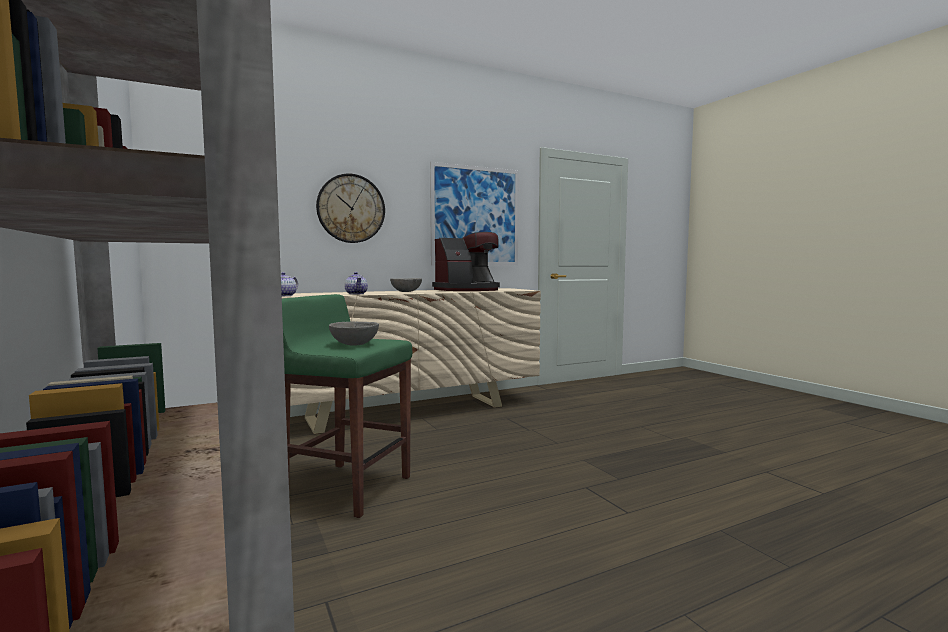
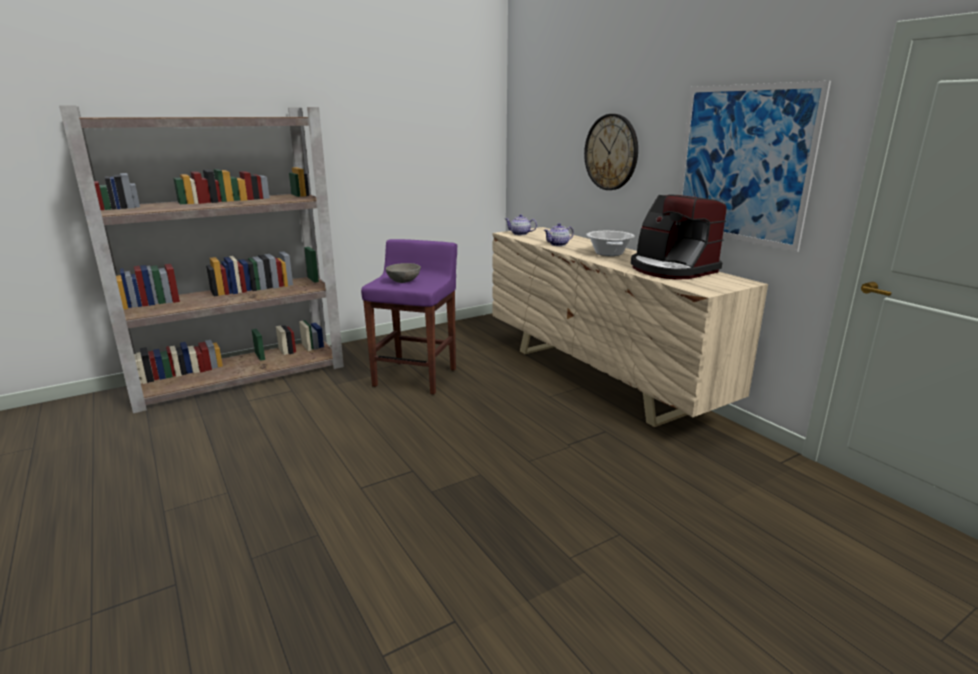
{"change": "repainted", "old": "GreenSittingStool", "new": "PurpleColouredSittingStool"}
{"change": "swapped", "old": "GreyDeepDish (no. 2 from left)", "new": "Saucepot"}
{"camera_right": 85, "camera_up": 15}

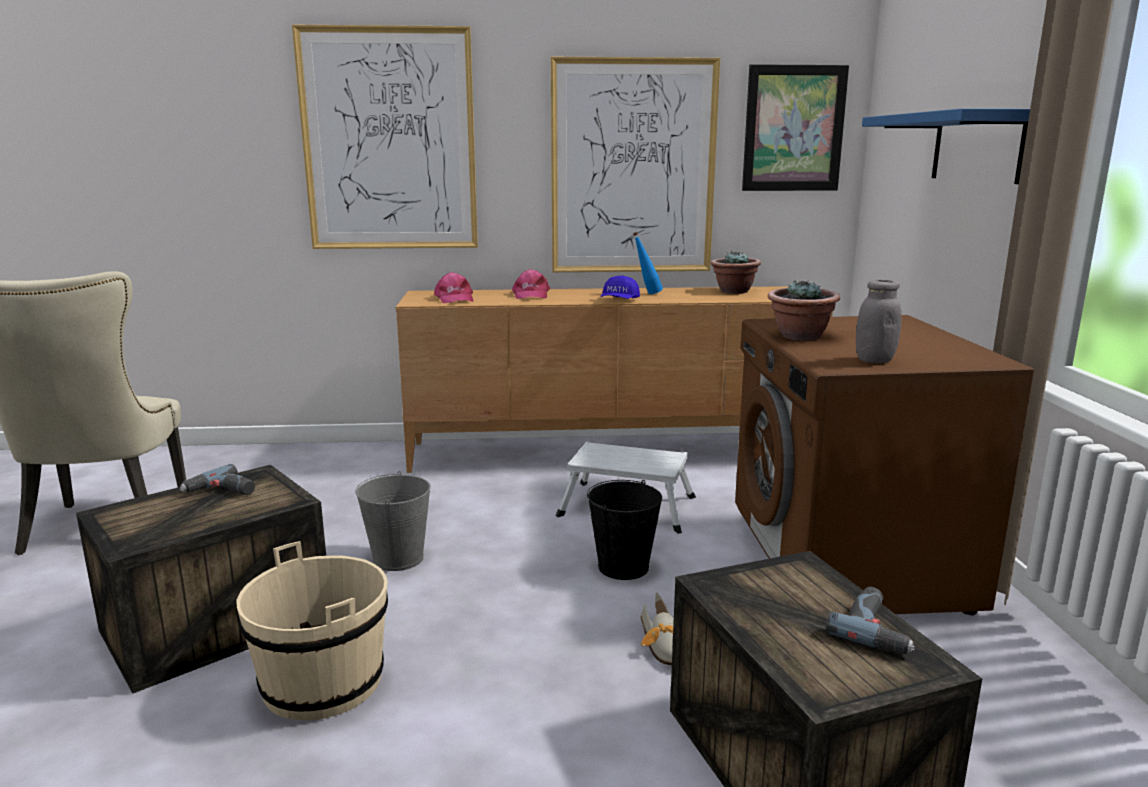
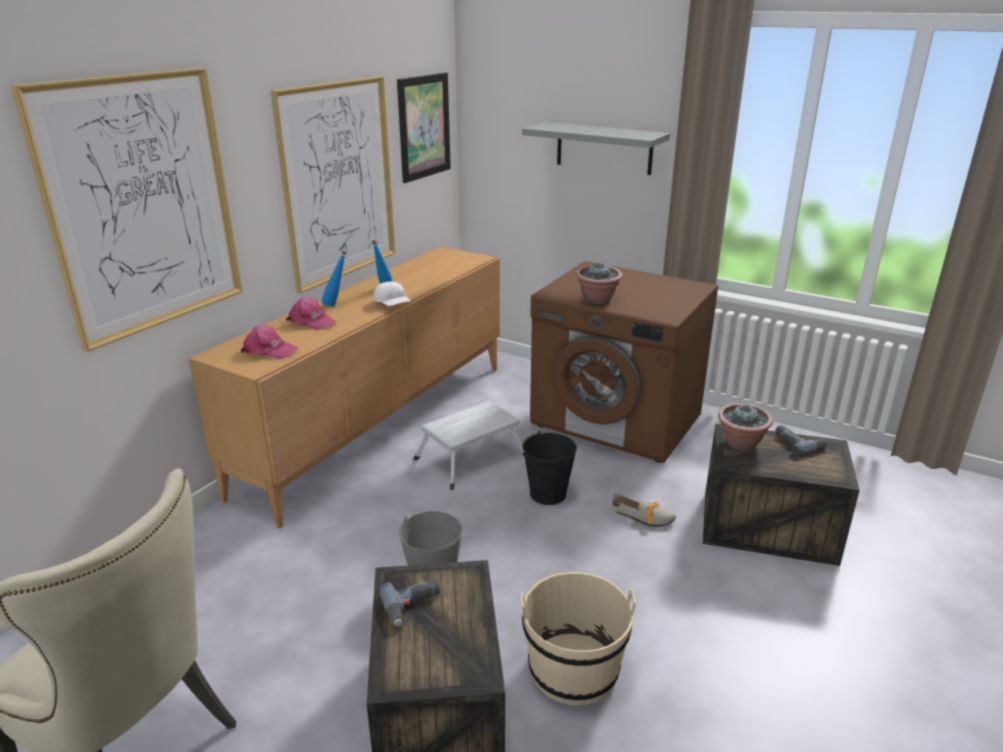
{"change": "new", "new": "BlueColouredBottle (no. 1 from left)"}
{"change": "repainted", "old": "BlueColouredPeakedCap", "new": "WhitePeakedCap"}
{"change": "repainted", "old": "BlueColouredBracketShelf", "new": "GreyBracketShelf"}
{"change": "shifted", "old": "PlantInAPot (no. 1 from left in the first image)", "new": "PlantInAPot (no. 2 from left)"}
{"change": "gone", "old": "GreyPreserveJar"}
{"camera_right": -55, "camera_up": 10}

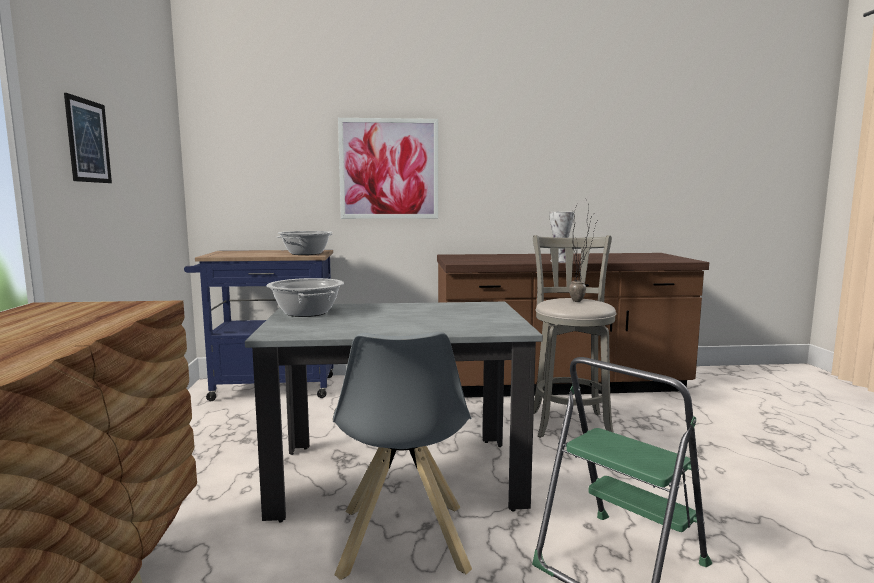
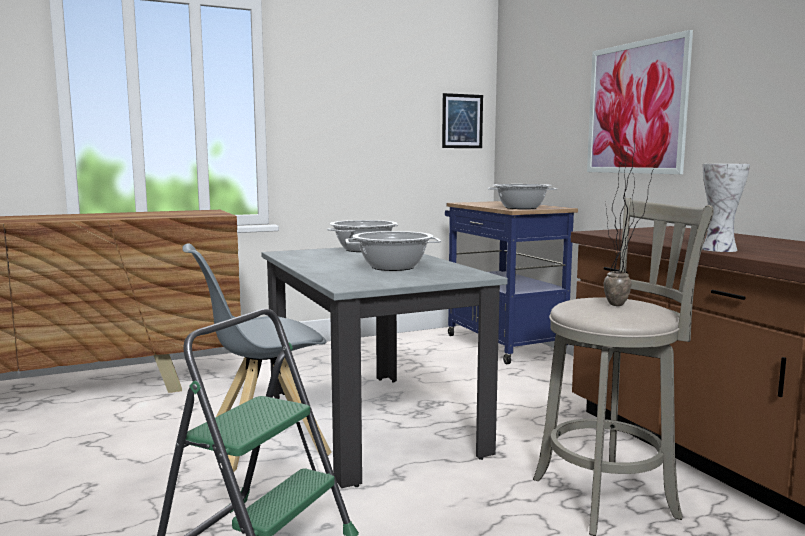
{"change": "new", "new": "Saucepot (no. 2 from left)"}
{"change": "shifted", "old": "WallArt (no. 1 from left)"}
{"camera_right": 70, "camera_up": 0}

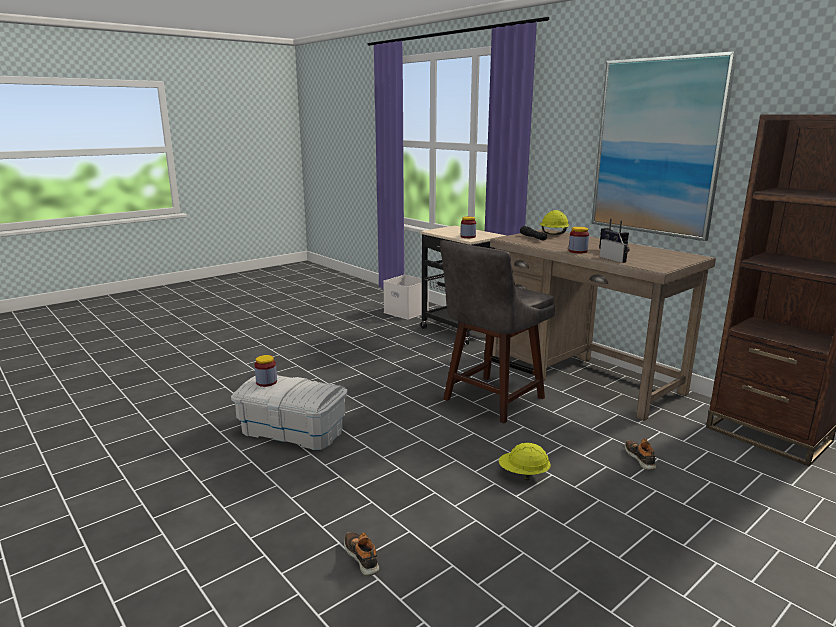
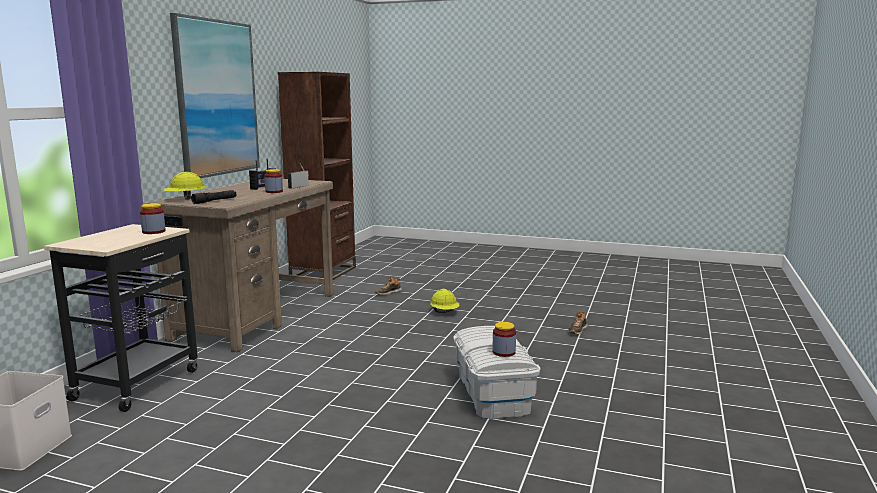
{"change": "gone", "old": "GreySittingStool"}
{"camera_right": -120, "camera_up": -5}

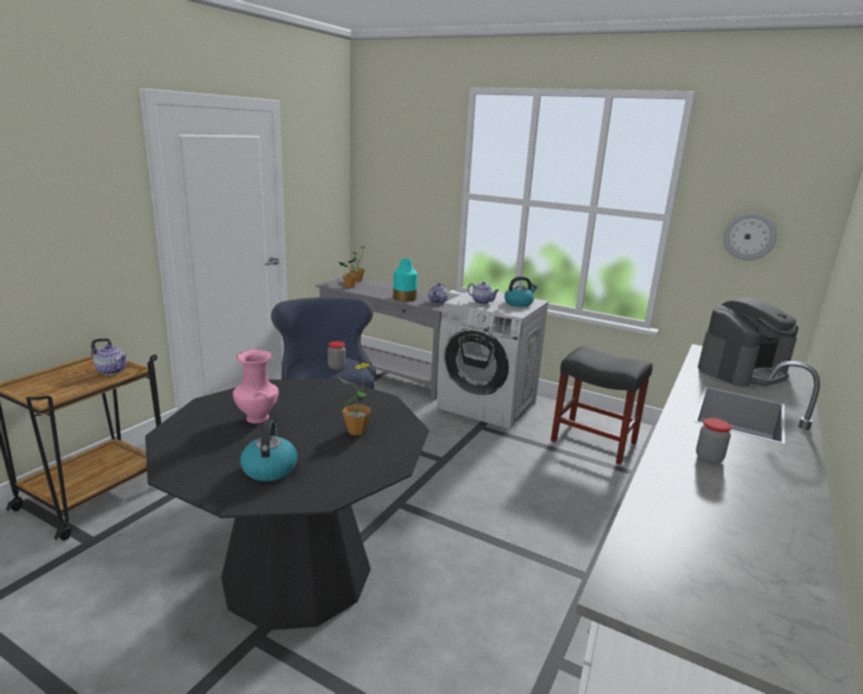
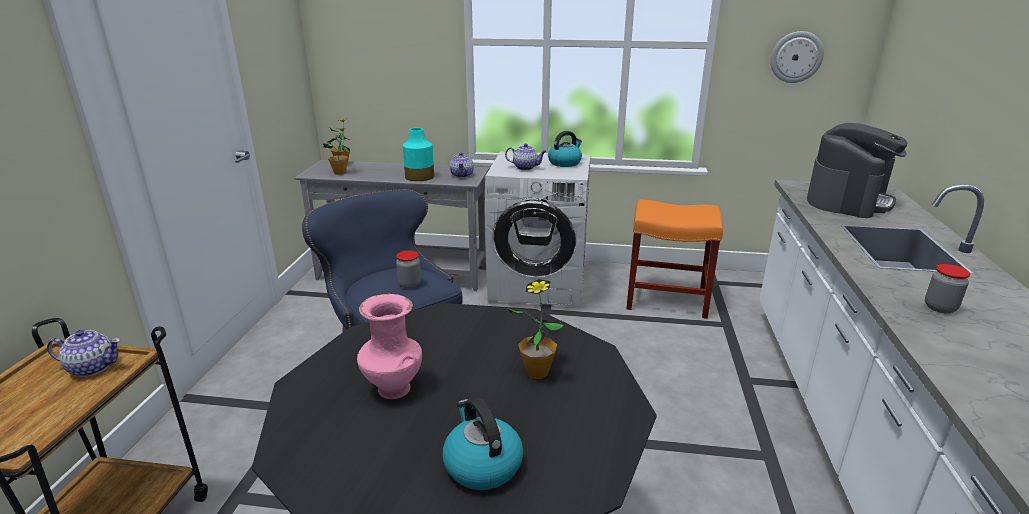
{"change": "repainted", "old": "BlackColouredSittingStool", "new": "OrangeySittingStool"}
{"camera_right": -20, "camera_up": 5}

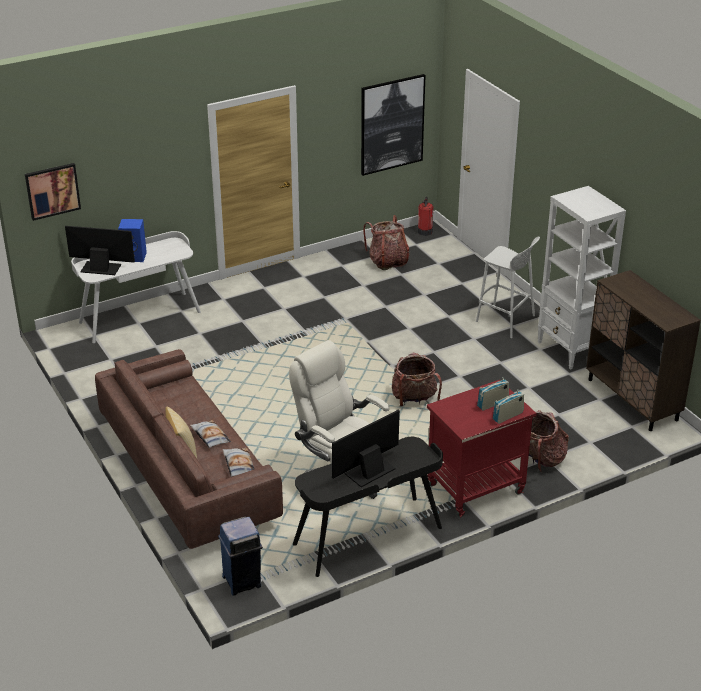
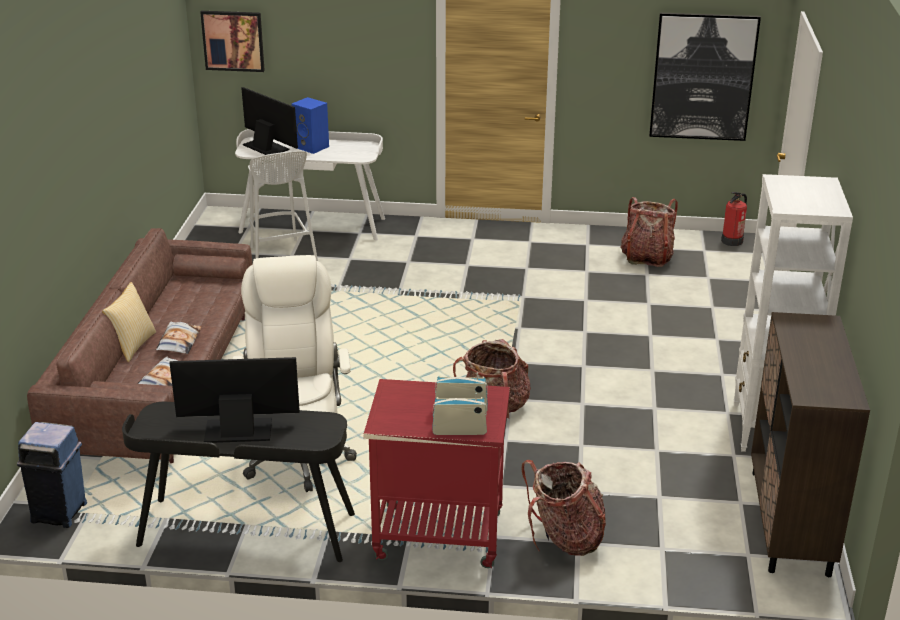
{"change": "shifted", "old": "WhiteSittingStool"}
{"camera_right": 35, "camera_up": -5}

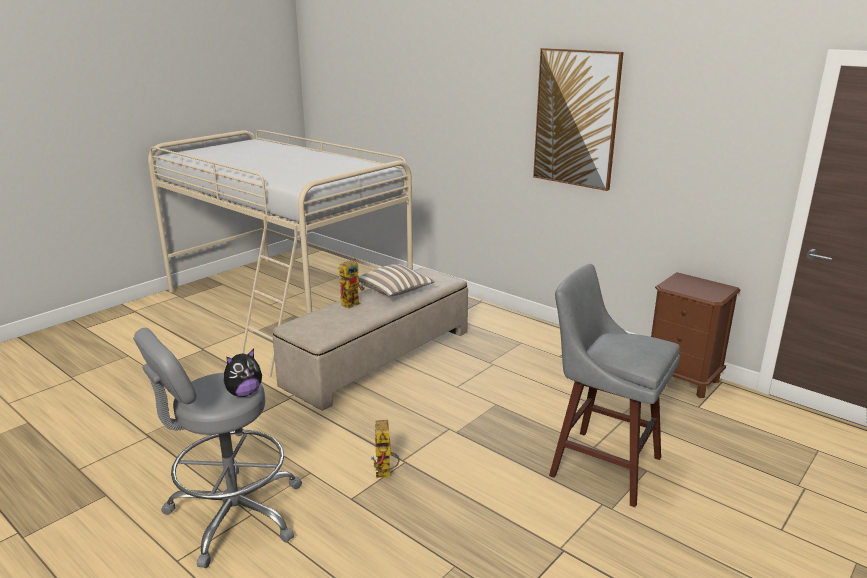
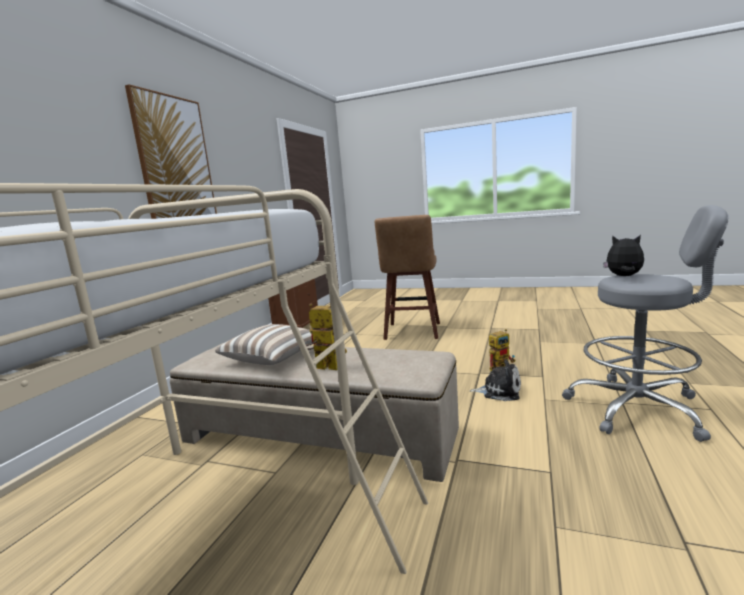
{"change": "repainted", "old": "GreySittingStool (no. 2 from left)", "new": "BrownSittingStool"}
{"change": "new", "new": "PlushToy (no. 1 from left)"}
{"camera_right": -110, "camera_up": -10}

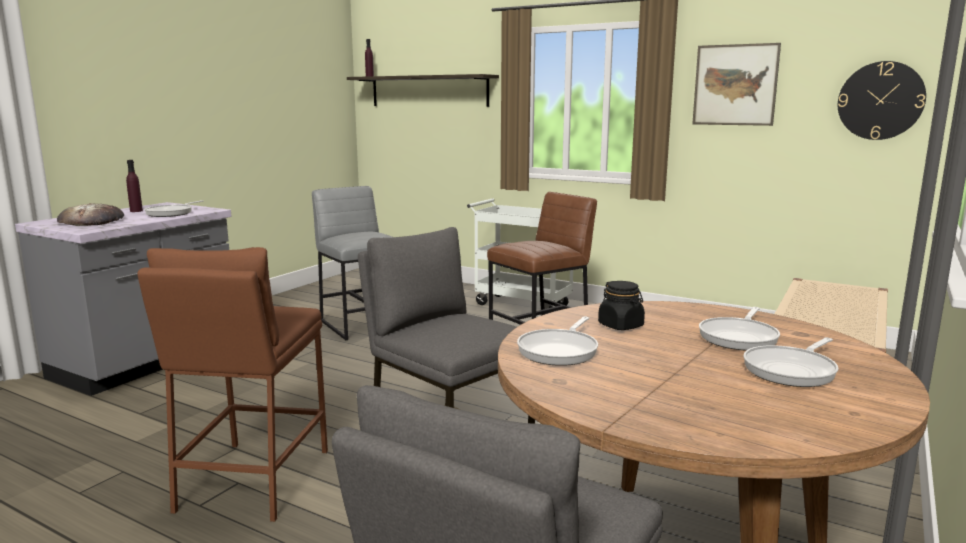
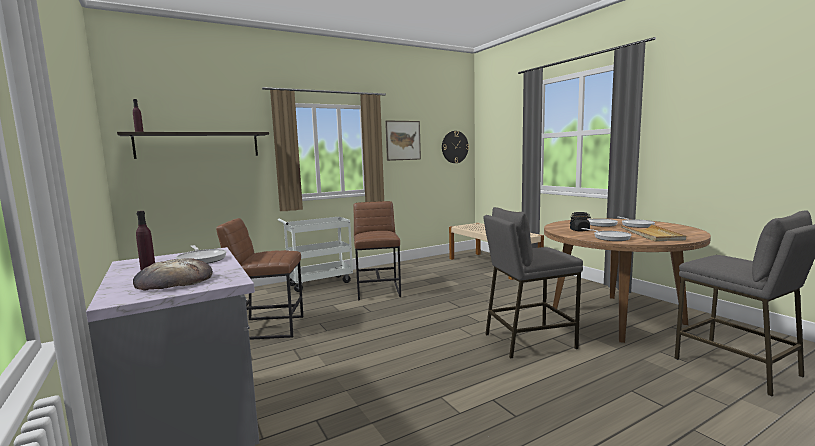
{"change": "repainted", "old": "GreyUprightChair", "new": "BrownUprightChair (no. 1 from left)"}
{"change": "new", "new": "BeigeColouredServingTray"}
{"change": "gone", "old": "BrownSittingStool"}
{"camera_right": -60, "camera_up": -5}

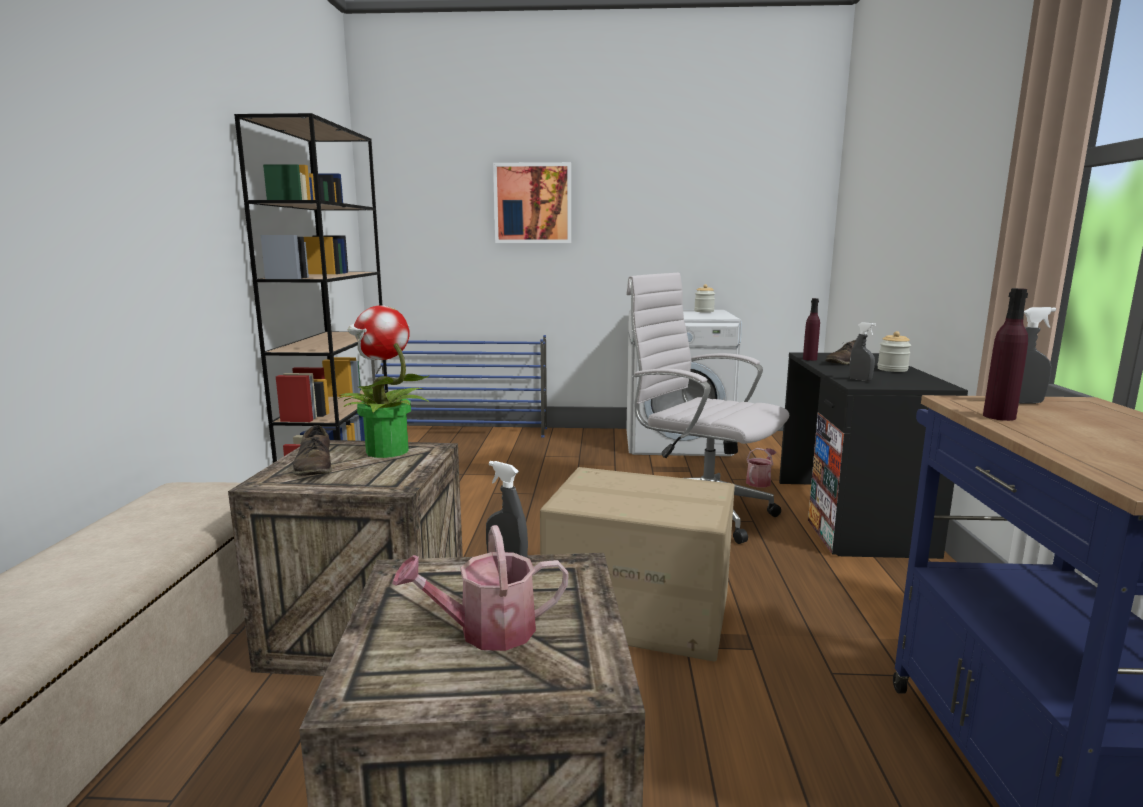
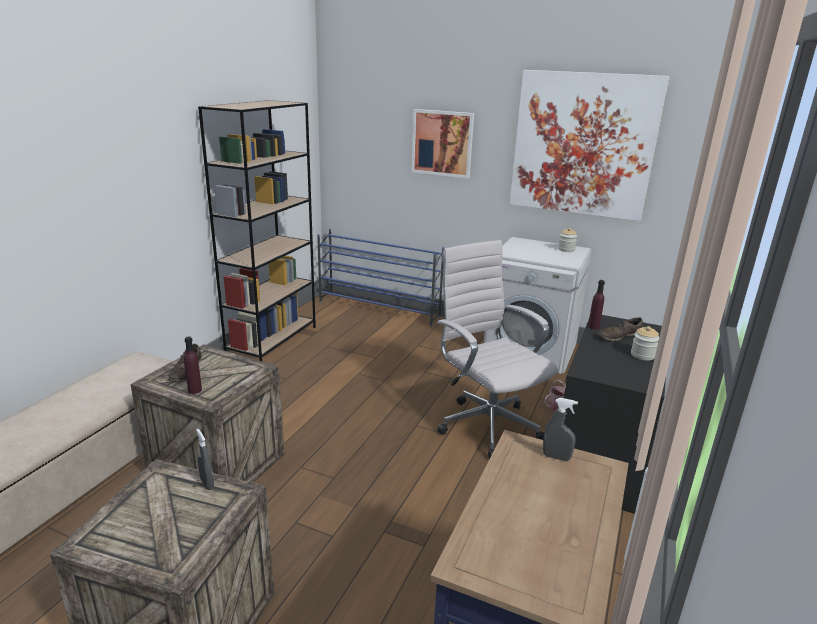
{"change": "shifted", "old": "PurpleColouredBottle (no. 2 from left in the first image)", "new": "PurpleColouredBottle (no. 1 from left)"}
{"change": "new", "new": "WallArt (no. 2 from left)"}
{"change": "gone", "old": "PlantInAPot"}
{"change": "gone", "old": "WateringCan (no. 1 from left)"}
{"change": "gone", "old": "PackingBox"}
{"change": "gone", "old": "GreyHandSprayer (no. 2 from left)"}
{"camera_right": 20, "camera_up": 10}

